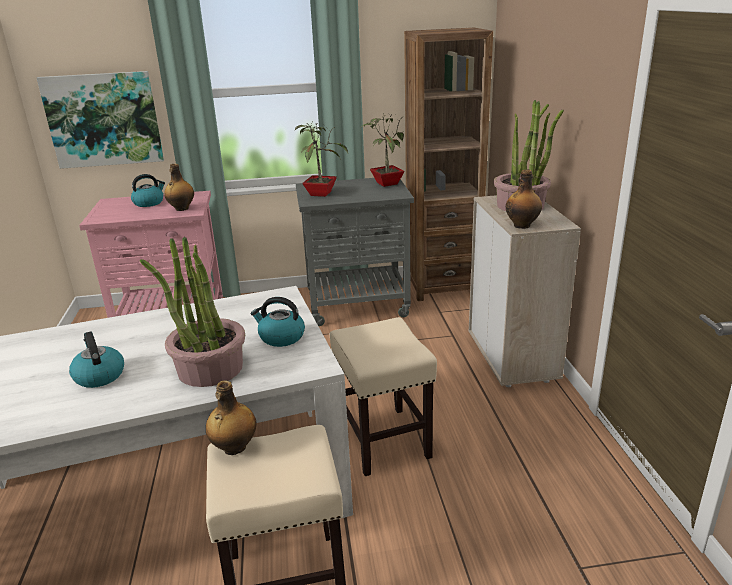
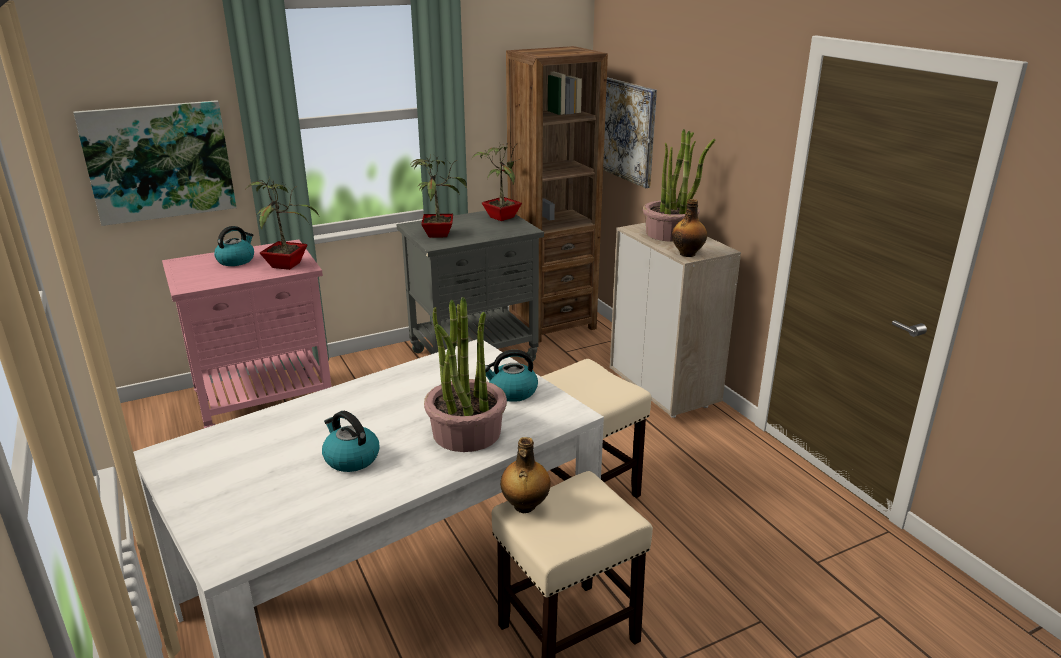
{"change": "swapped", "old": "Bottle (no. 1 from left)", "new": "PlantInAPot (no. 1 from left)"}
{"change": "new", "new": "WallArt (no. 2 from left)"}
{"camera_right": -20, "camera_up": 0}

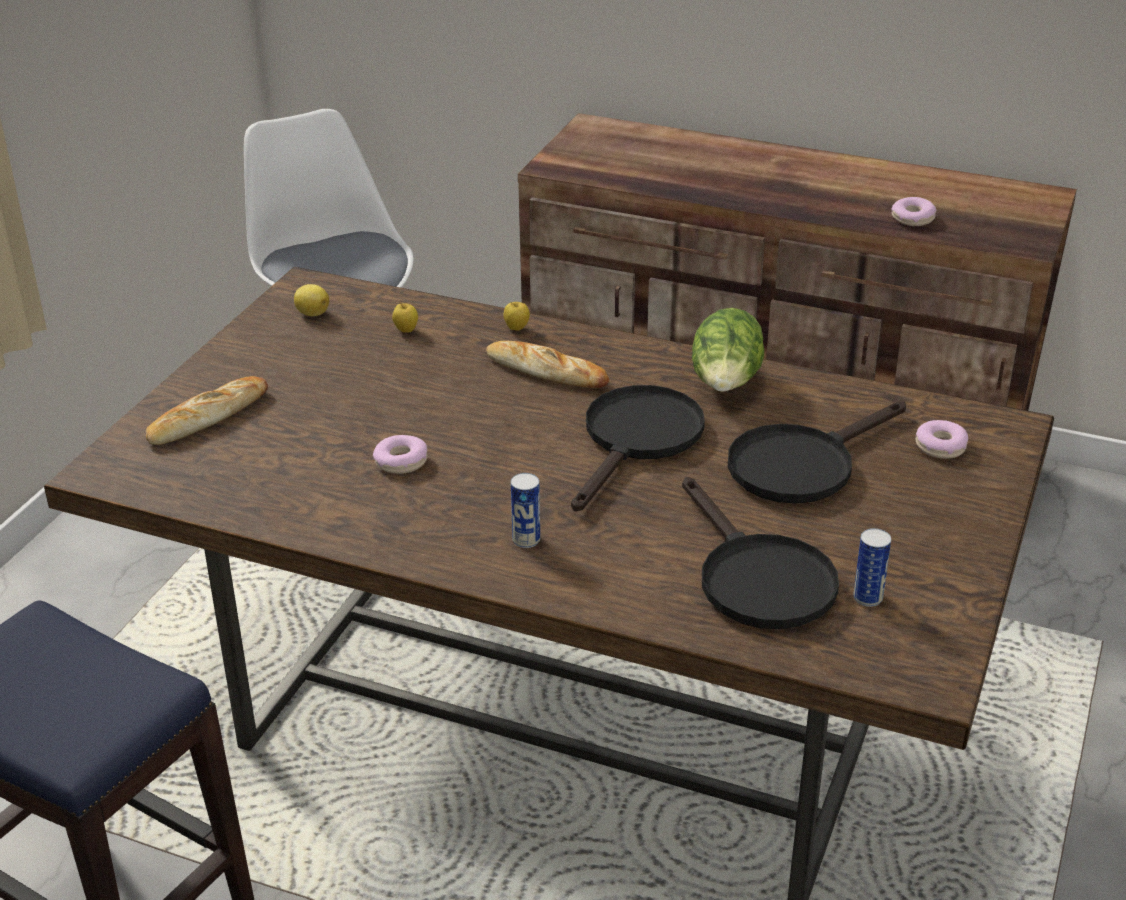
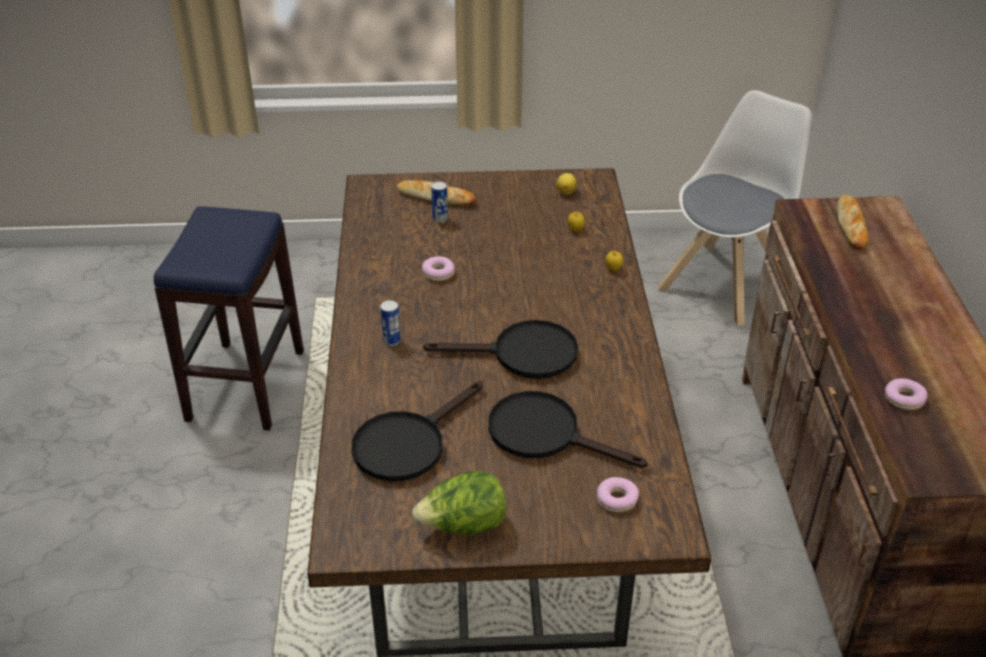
{"change": "shifted", "old": "LettuceHead"}
{"change": "shifted", "old": "SealedCan (no. 2 from left)"}
{"change": "shifted", "old": "BakeryBread (no. 2 from left)"}
{"camera_right": 65, "camera_up": 5}

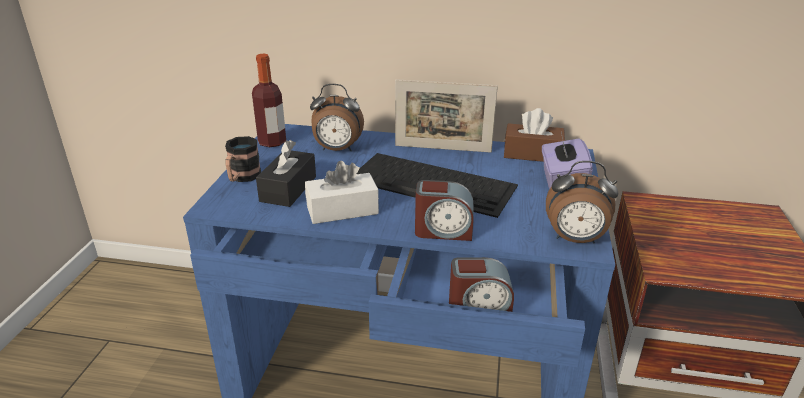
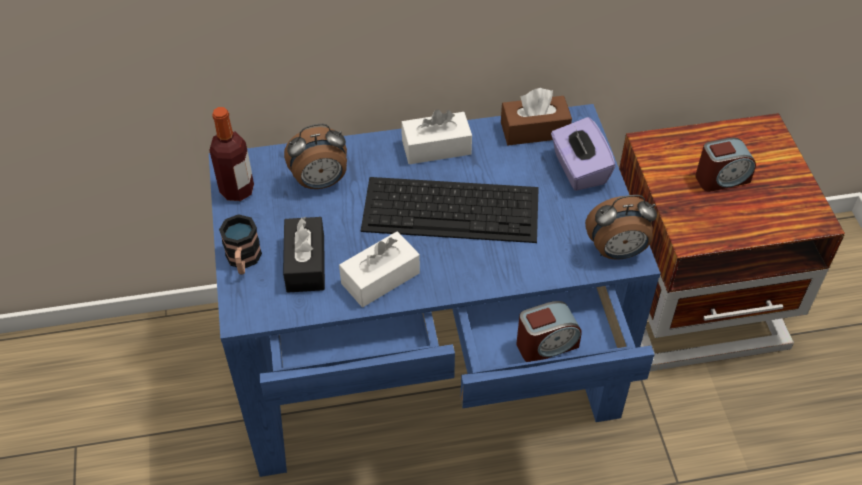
{"change": "swapped", "old": "PhotoFrame", "new": "WhiteBoxOfTissues (no. 2 from left)"}
{"change": "shifted", "old": "BedsideClock (no. 2 from left in the first image)", "new": "BedsideClock (no. 4 from left)"}
{"camera_right": -20, "camera_up": 20}

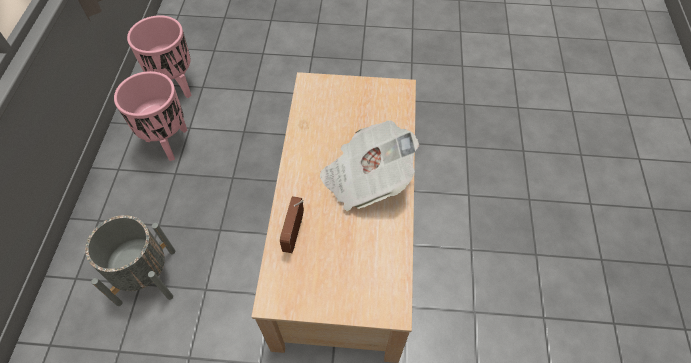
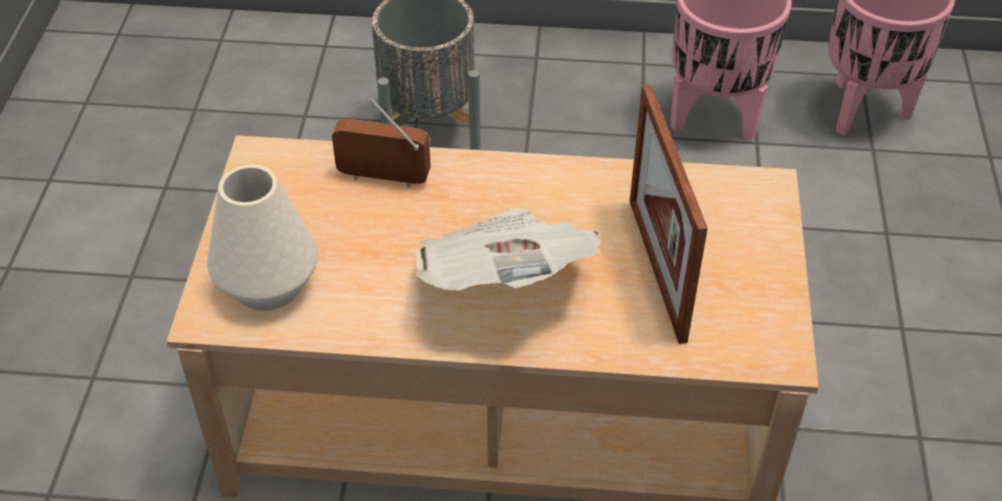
{"change": "new", "new": "WhiteVase"}
{"change": "new", "new": "PhotoFrame"}
{"camera_right": 90, "camera_up": -10}

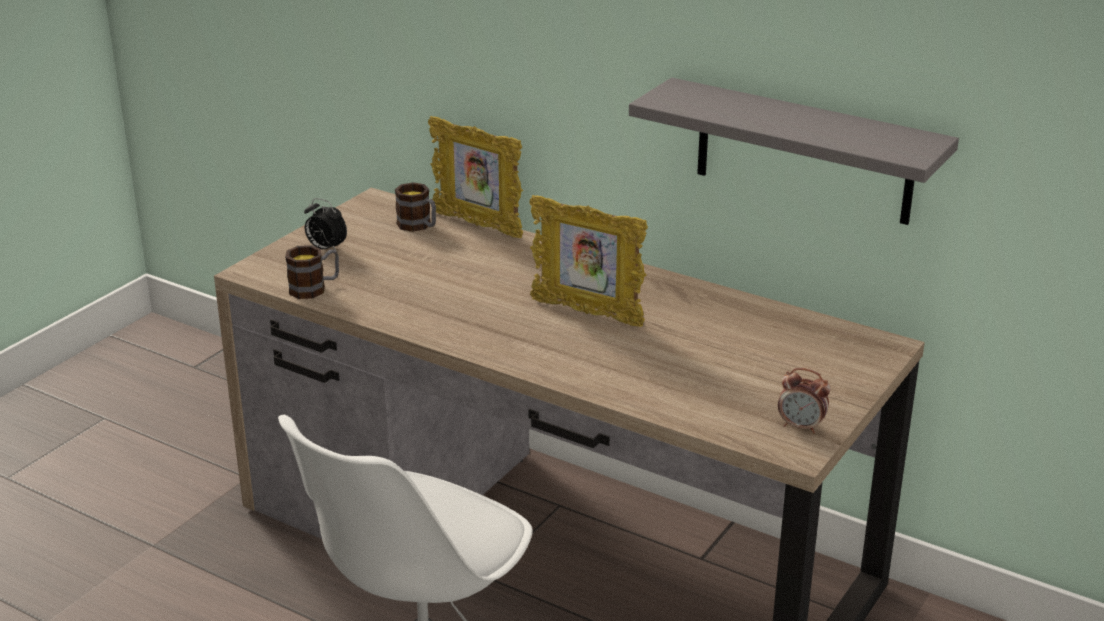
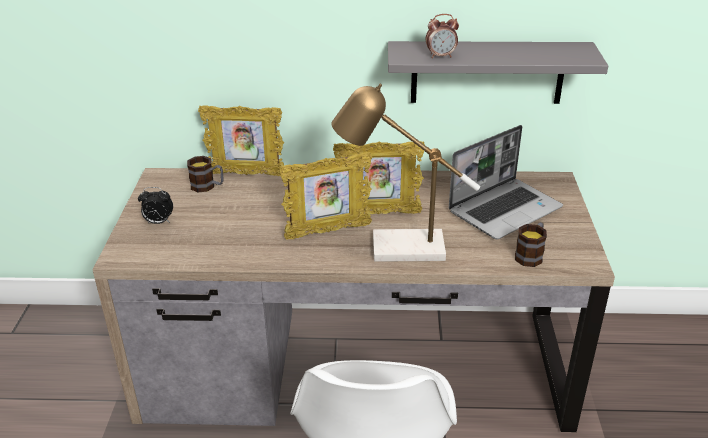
{"change": "new", "new": "PhotoFrame (no. 2 from left)"}
{"change": "new", "new": "TableLamp"}
{"change": "shifted", "old": "BedsideClock (no. 2 from left)"}
{"change": "new", "new": "NotebookComputer"}
{"change": "shifted", "old": "Mug (no. 1 from left in the first image)", "new": "Mug (no. 2 from left)"}
{"camera_right": -30, "camera_up": 5}

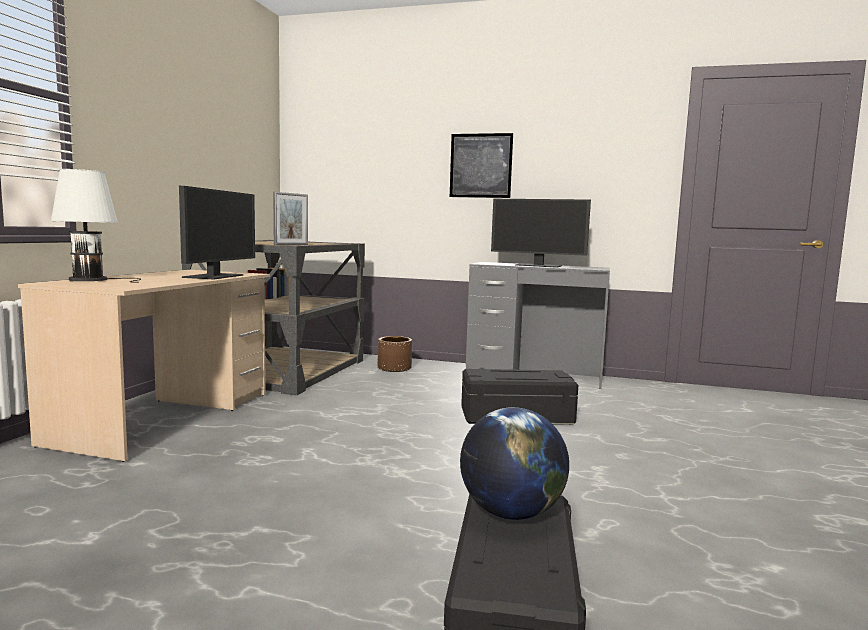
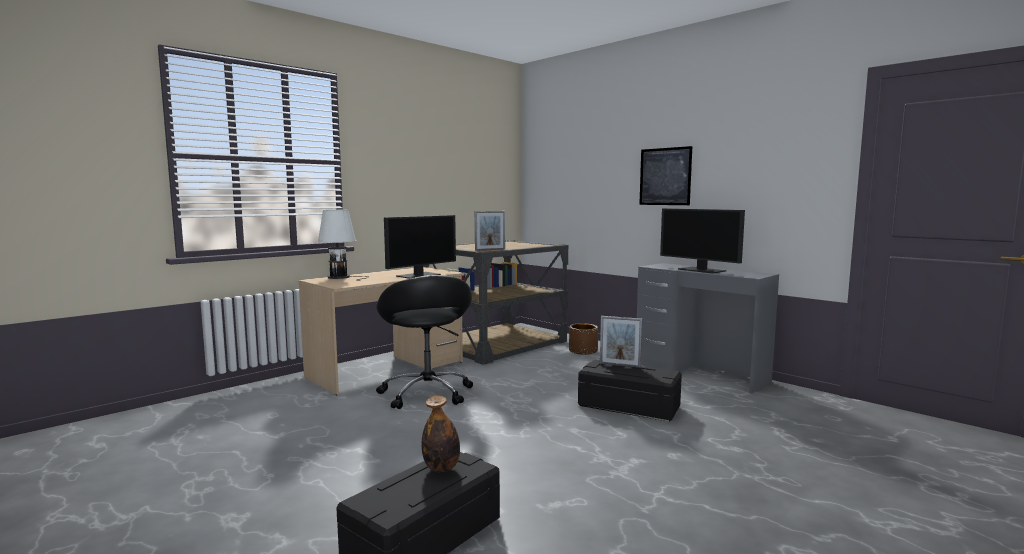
{"change": "new", "new": "BlackColouredOfficeChair"}
{"change": "swapped", "old": "WorldGlobe", "new": "Bottle"}
{"change": "new", "new": "PhotoFrame (no. 2 from left)"}
{"camera_right": 30, "camera_up": 0}

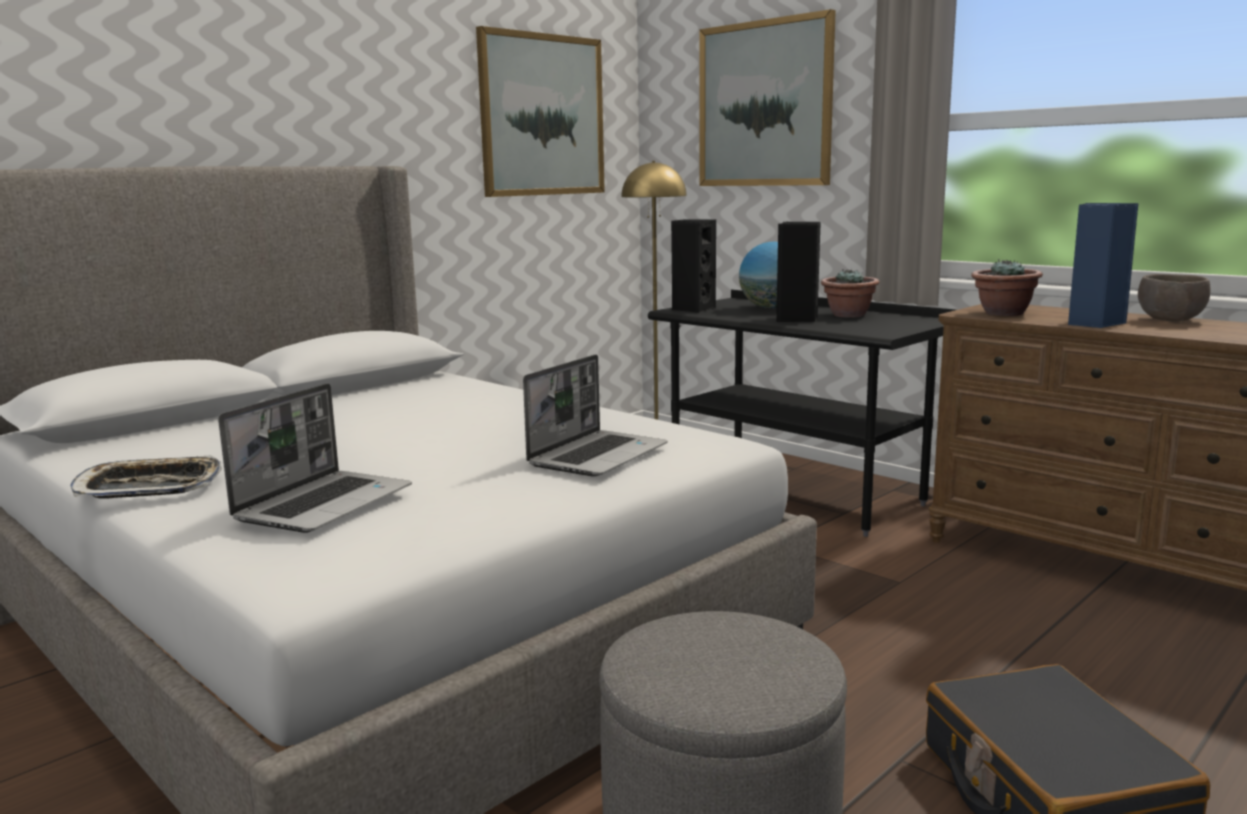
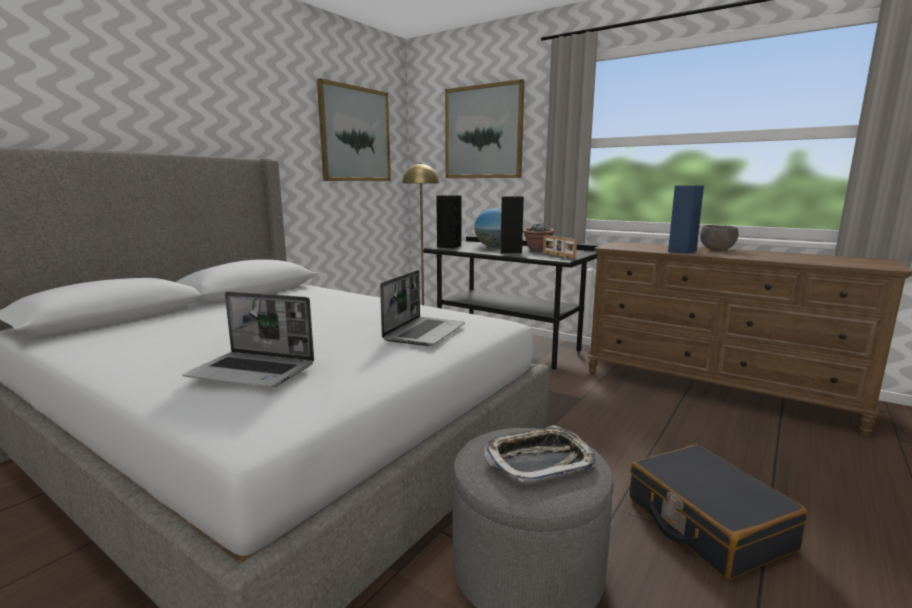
{"change": "rotated", "old": "NotebookComputer (no. 1 from left)", "degrees": 90}
{"change": "shifted", "old": "ServingTray"}
{"change": "new", "new": "PhotoFrame"}
{"change": "gone", "old": "PlantInAPot (no. 2 from left)"}
{"camera_right": -10, "camera_up": 0}

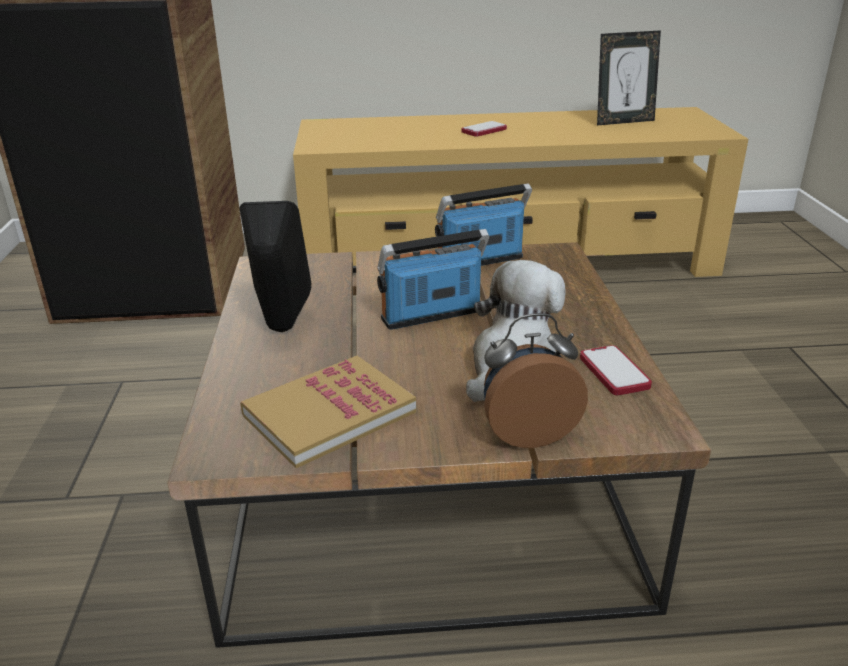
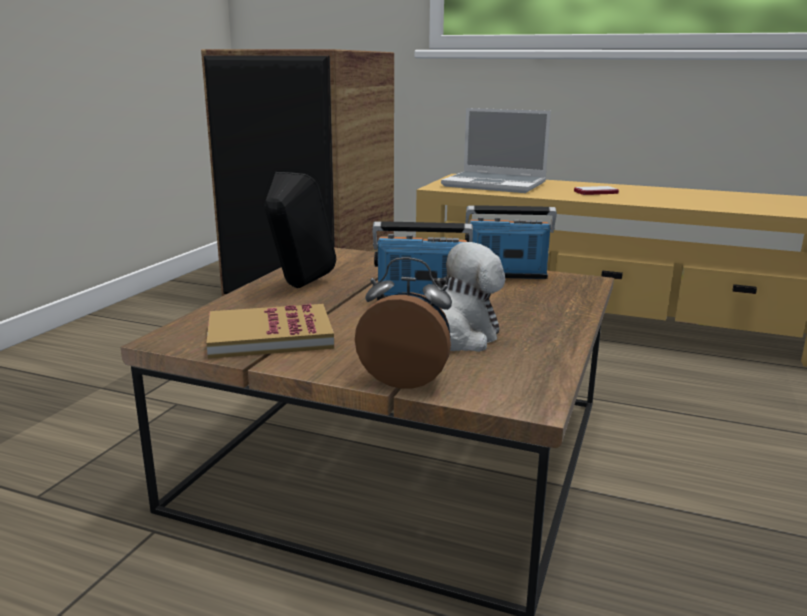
{"change": "new", "new": "NotebookComputer"}
{"change": "gone", "old": "Phone (no. 2 from left)"}
{"change": "gone", "old": "PhotoFrame"}
{"camera_right": 25, "camera_up": -10}

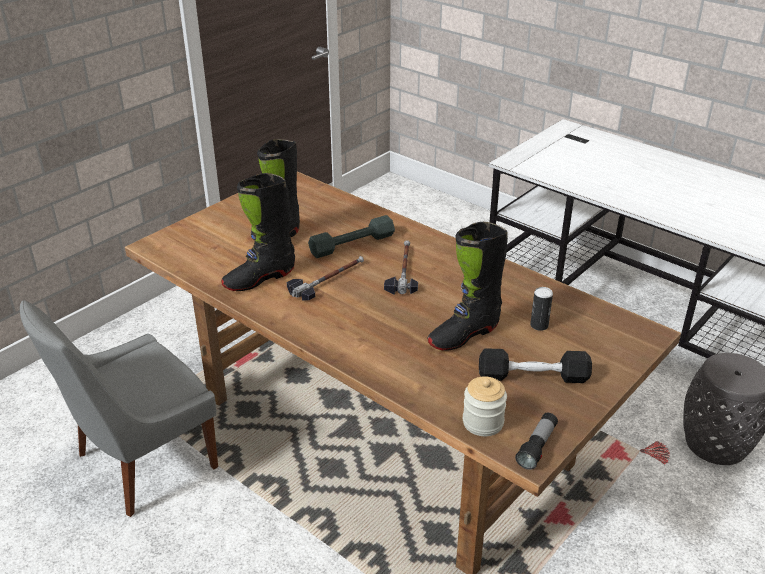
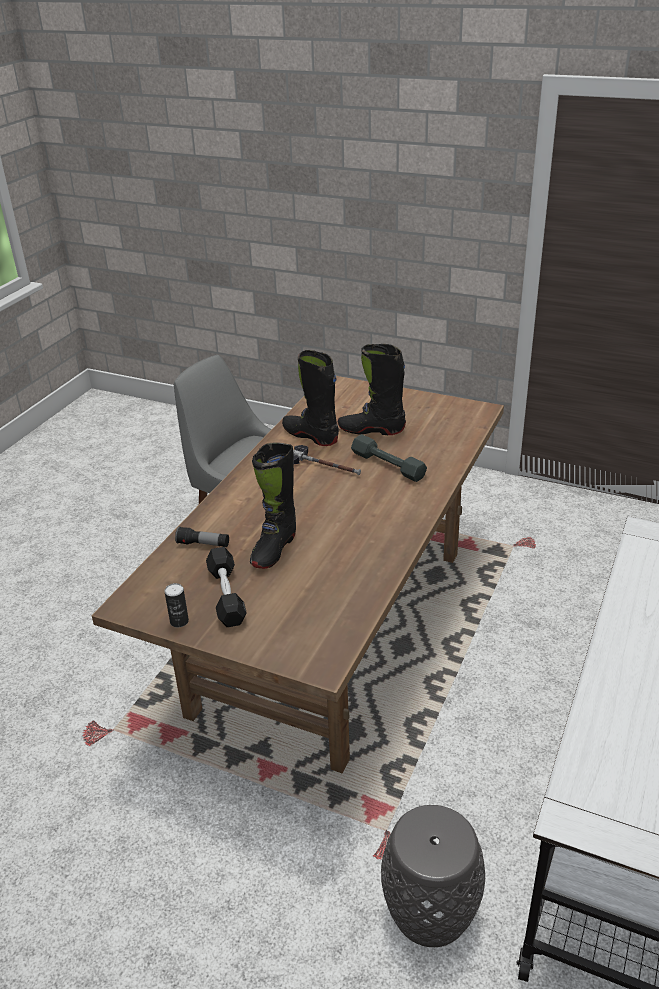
{"change": "shifted", "old": "SealedCan"}
{"change": "shifted", "old": "Flashlight"}
{"change": "rotated", "old": "BlackColouredHighTopBoot (no. 3 from left in the first image)", "degrees": -105}
{"change": "gone", "old": "Hammer (no. 2 from left)"}
{"change": "gone", "old": "PreserveJar"}
{"camera_right": 75, "camera_up": 0}

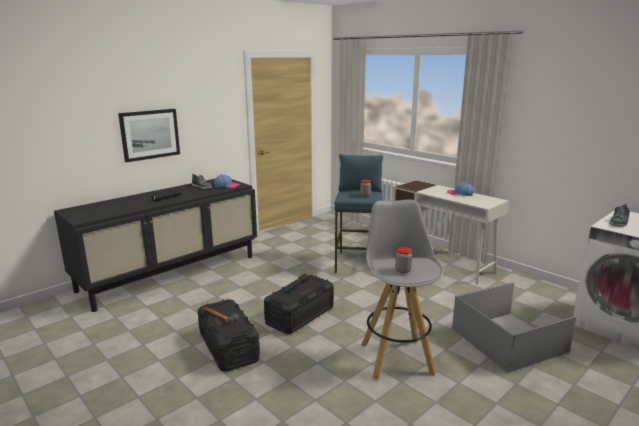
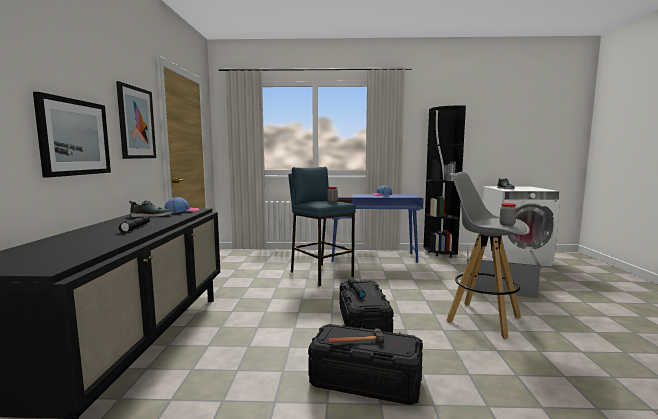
{"change": "new", "new": "WallArt (no. 2 from left)"}
{"change": "repainted", "old": "WhiteDeskUnit", "new": "BlueColouredDeskUnit"}
{"change": "new", "new": "BlackColouredBookshelf"}
{"camera_right": -45, "camera_up": -10}

